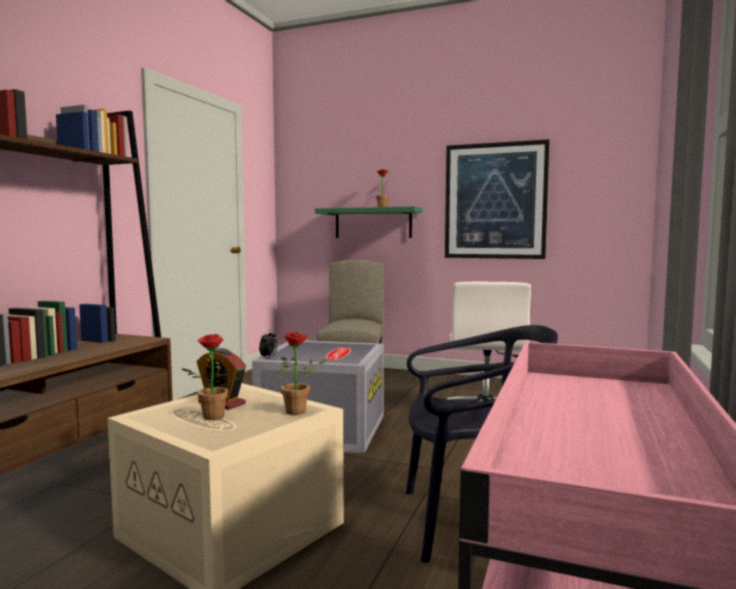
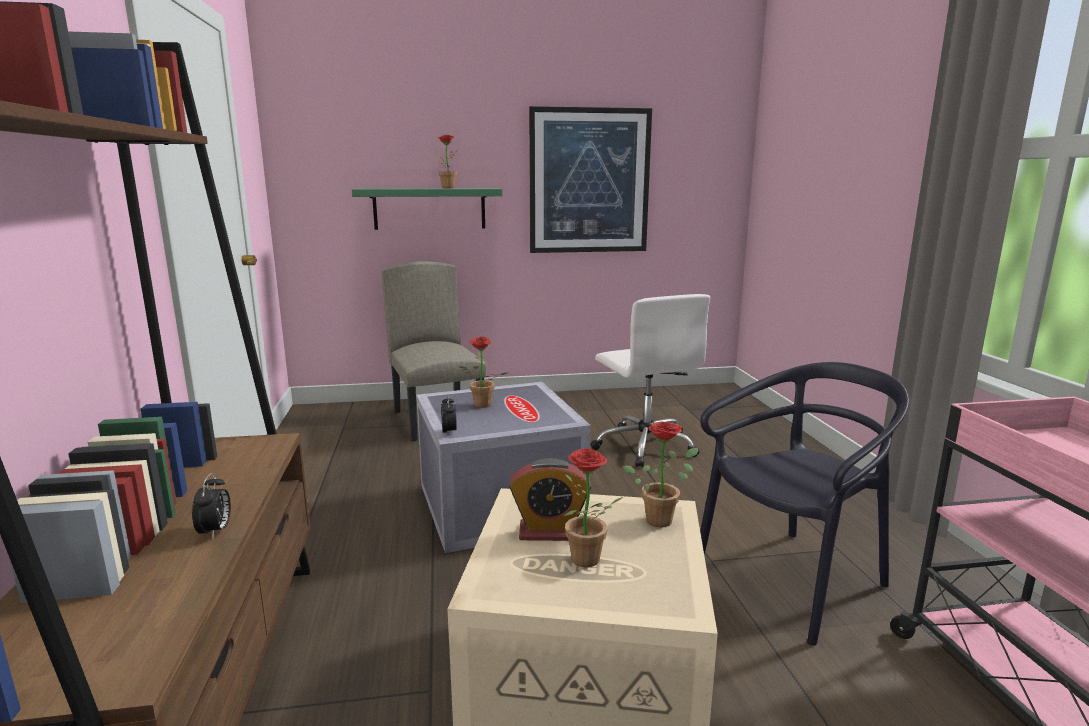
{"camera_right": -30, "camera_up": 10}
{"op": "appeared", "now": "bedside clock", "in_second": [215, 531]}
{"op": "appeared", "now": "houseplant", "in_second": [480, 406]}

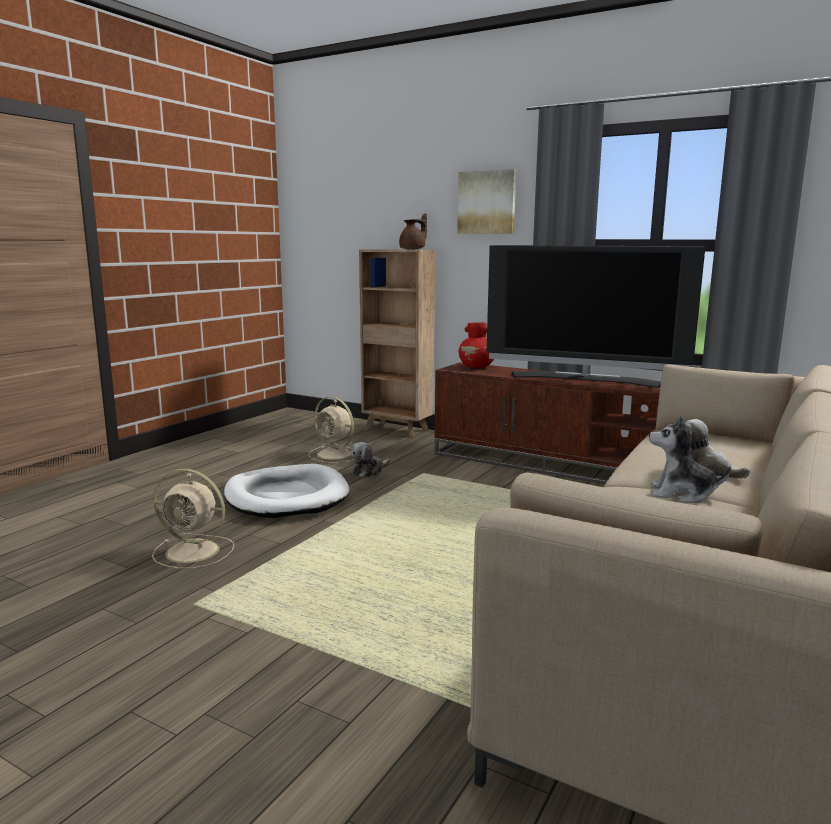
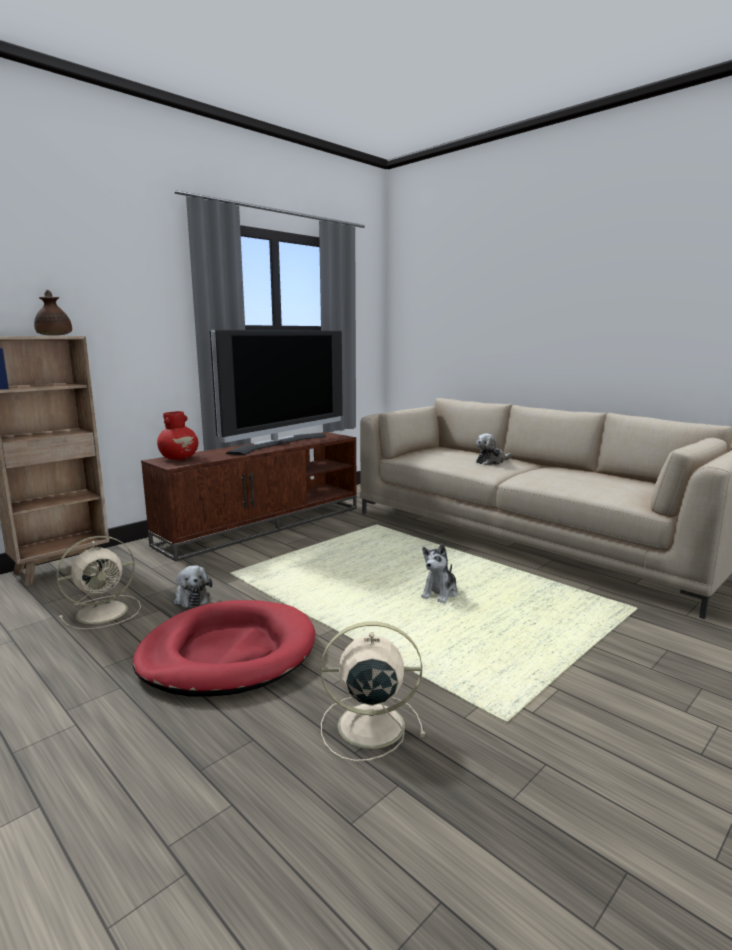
{"camera_right": -75, "camera_up": 0}
{"op": "colour", "was": "white-coloured pet bed", "now": "reddish pet bed", "in_first": [286, 497], "in_second": [228, 653]}
{"op": "spun", "was": "sand-coloured cooling fan", "in_first": [195, 552], "in_second": [368, 725], "clockwise": -120}
{"op": "relocated", "was": "soft toy", "in_first": [681, 494], "in_second": [440, 594]}
{"op": "missing", "was": "picture", "in_first": [487, 202]}

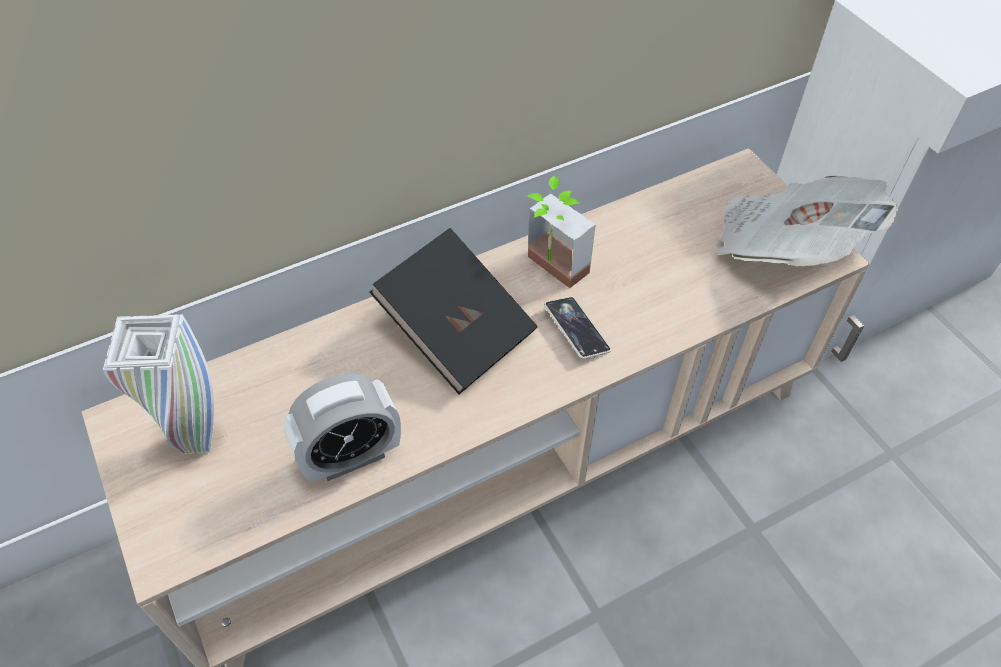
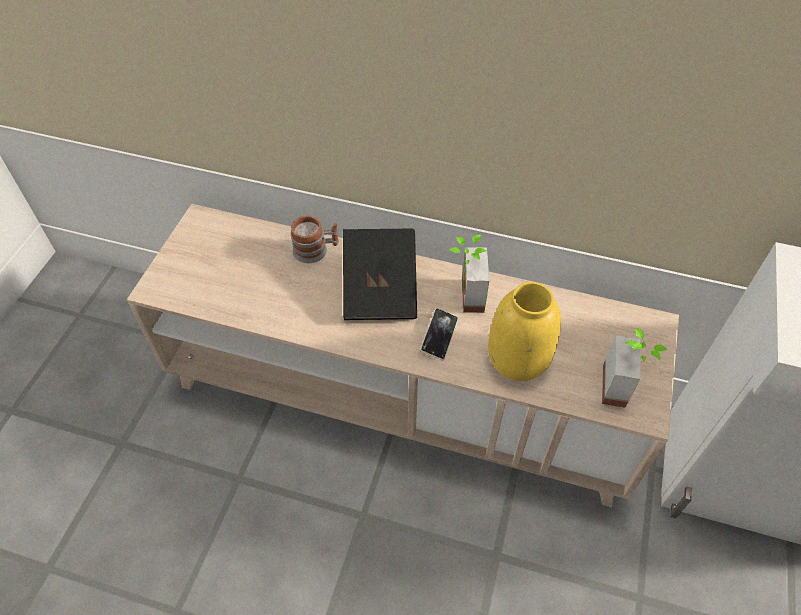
{"camera_right": 45, "camera_up": 0}
{"op": "appeared", "now": "coffee mug", "in_second": [316, 250]}
{"op": "appeared", "now": "yellow decorative vase", "in_second": [519, 360]}
{"op": "exchanged", "was": "newspaper", "now": "houseplant", "in_first": [786, 246], "in_second": [624, 387]}
{"op": "missing", "was": "white-coloured decorative vase", "in_first": [197, 441]}
{"op": "missing", "was": "bedside clock", "in_first": [351, 457]}

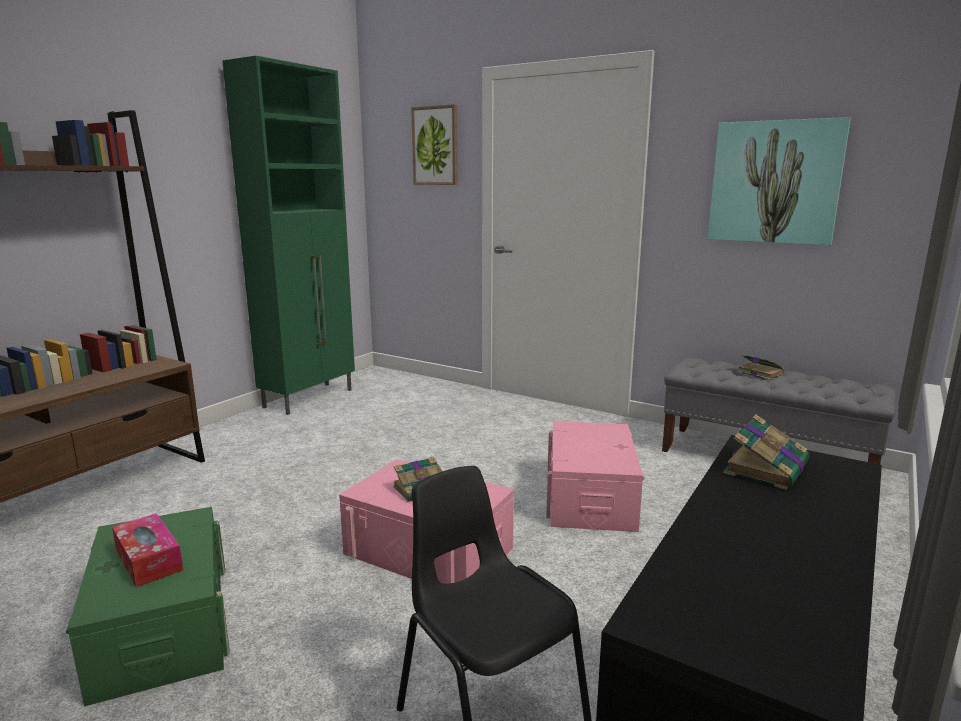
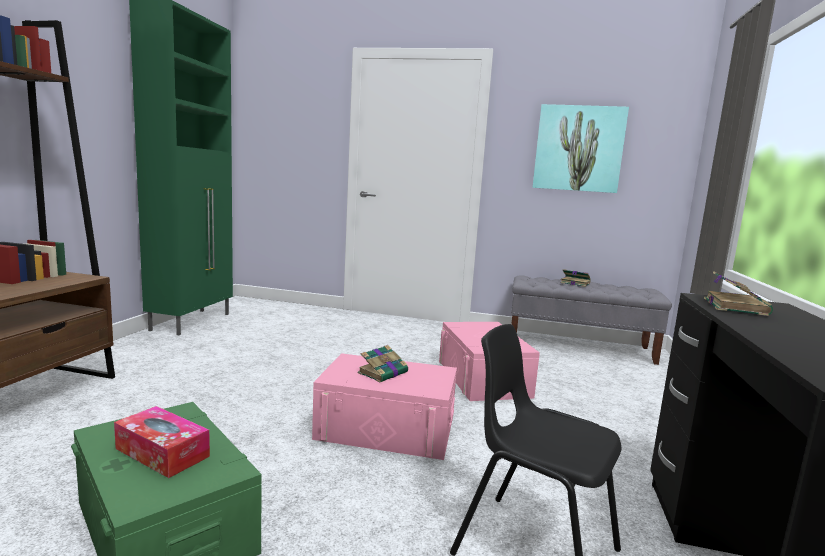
{"camera_right": -20, "camera_up": -5}
{"op": "missing", "was": "picture", "in_first": [435, 146]}

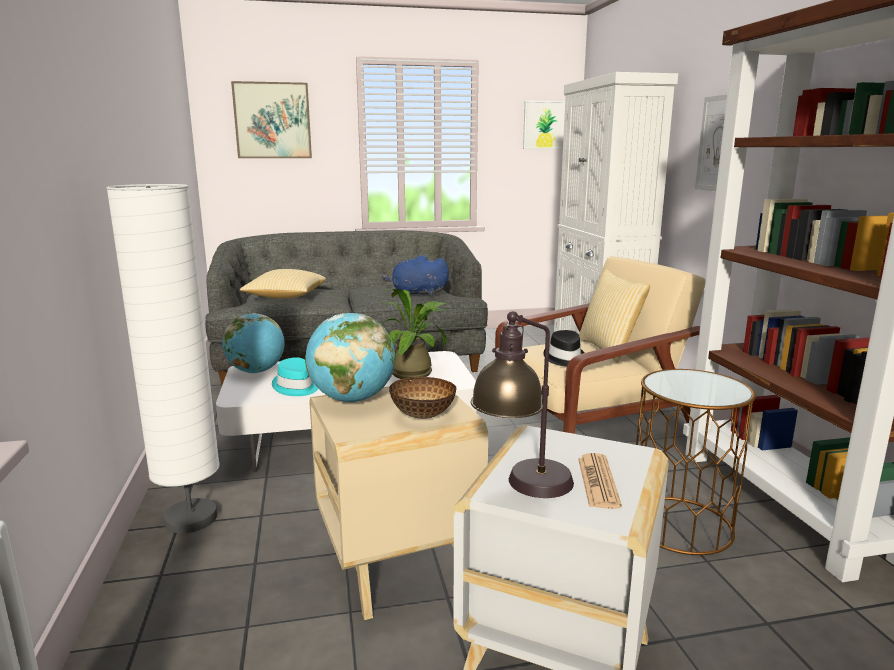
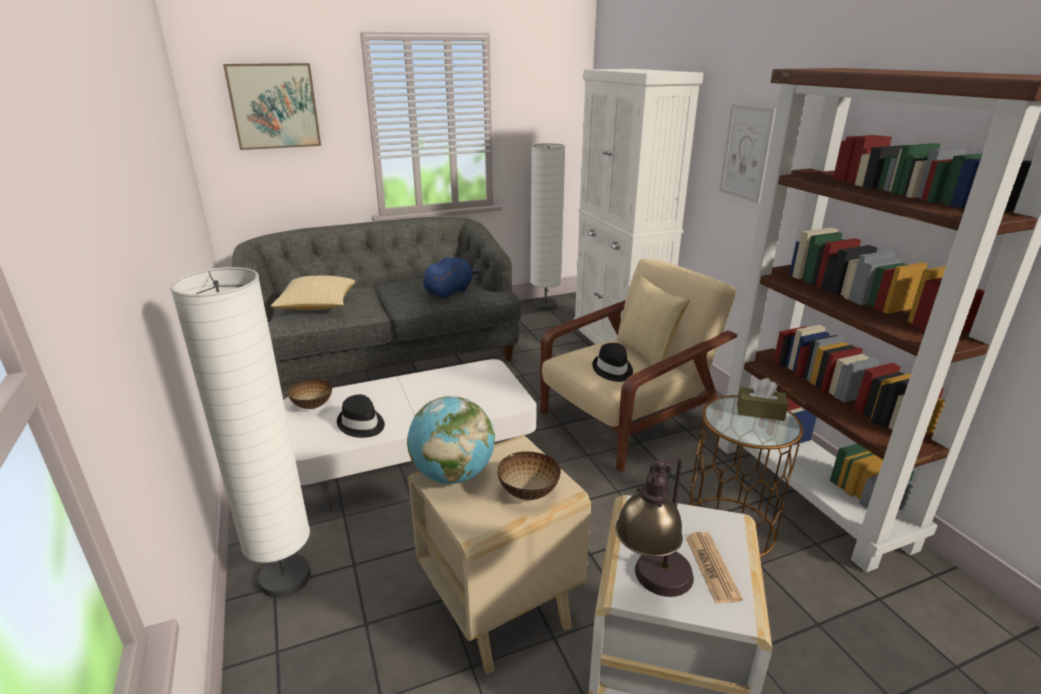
{"camera_right": -10, "camera_up": 10}
{"op": "exchanged", "was": "desk globe", "now": "deep dish", "in_first": [256, 372], "in_second": [313, 405]}
{"op": "colour", "was": "turquoise clothing hat", "now": "black-coloured clothing hat", "in_first": [296, 387], "in_second": [361, 424]}
{"op": "spun", "was": "bluish soft toy", "in_first": [417, 294], "in_second": [450, 292], "clockwise": 135}
{"op": "appeared", "now": "white-coloured standing lamp", "in_second": [545, 306]}
{"op": "appeared", "now": "brown box of tissues", "in_second": [760, 411]}
{"op": "missing", "was": "houseplant", "in_first": [416, 373]}
{"op": "missing", "was": "picture", "in_first": [545, 125]}

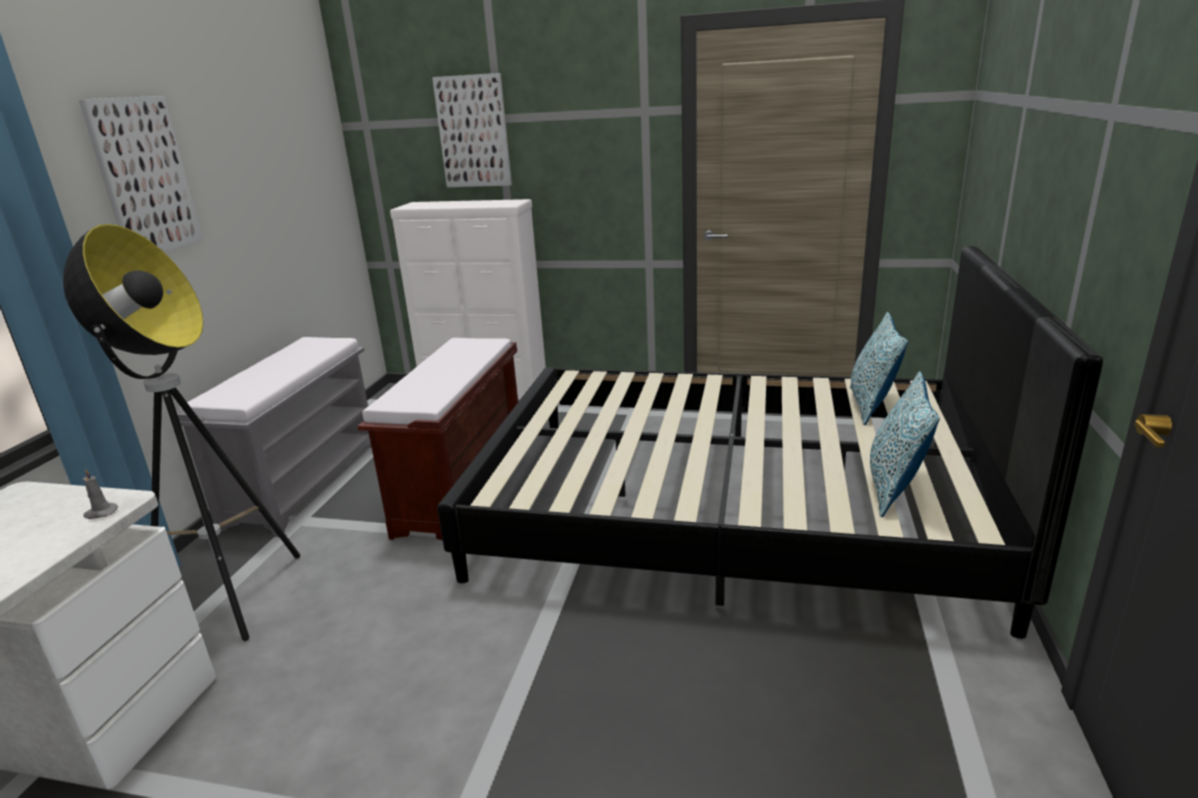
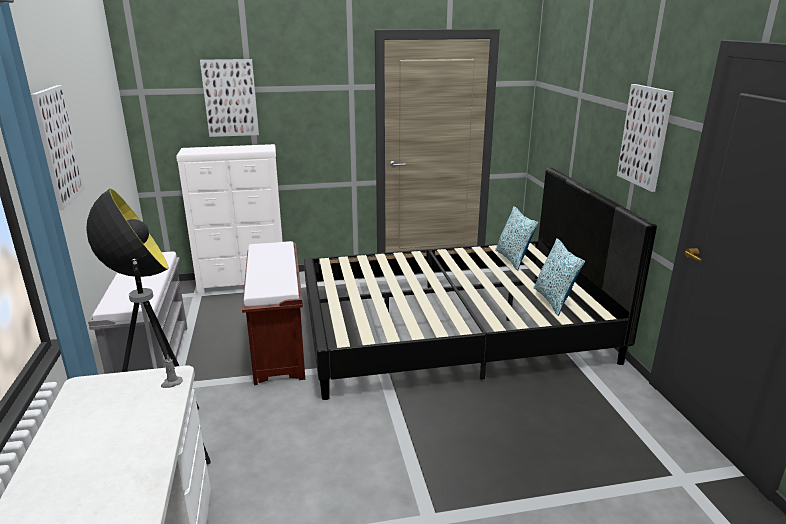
{"camera_right": -25, "camera_up": 0}
{"op": "appeared", "now": "picture", "in_second": [644, 136]}

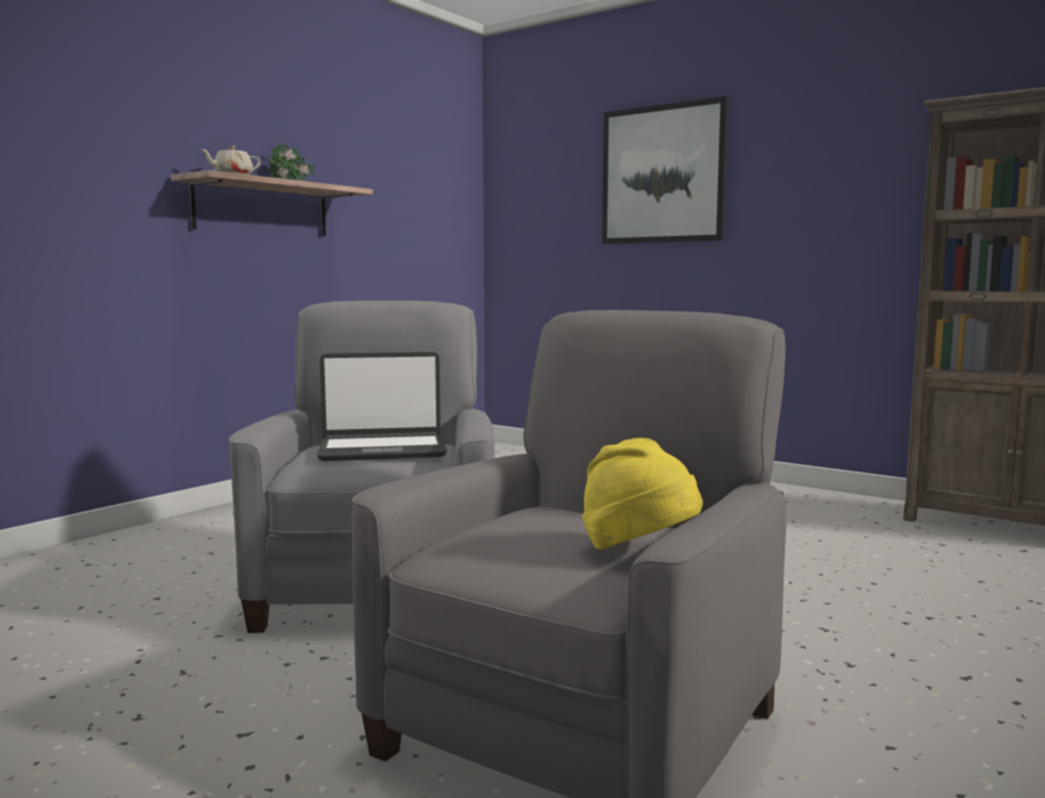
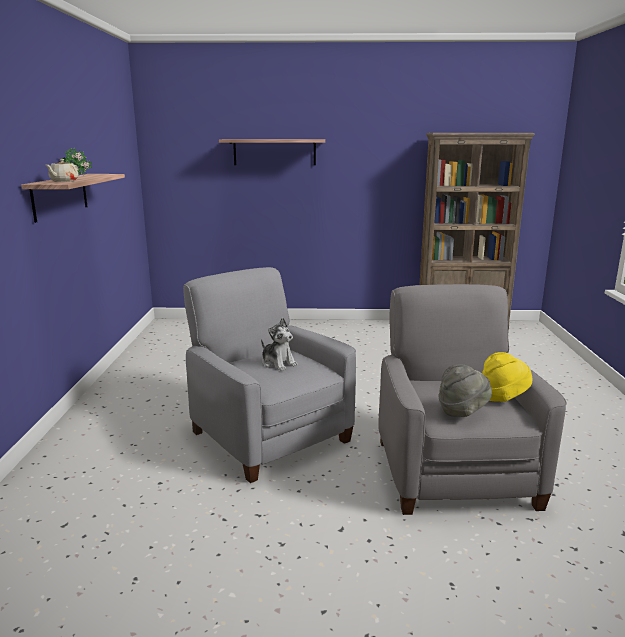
{"camera_right": -35, "camera_up": 10}
{"op": "exchanged", "was": "picture", "now": "bracket shelf", "in_first": [663, 174], "in_second": [274, 152]}
{"op": "exchanged", "was": "notebook computer", "now": "soft toy", "in_first": [382, 450], "in_second": [278, 363]}
{"op": "appeared", "now": "grey clothing hat", "in_second": [462, 411]}

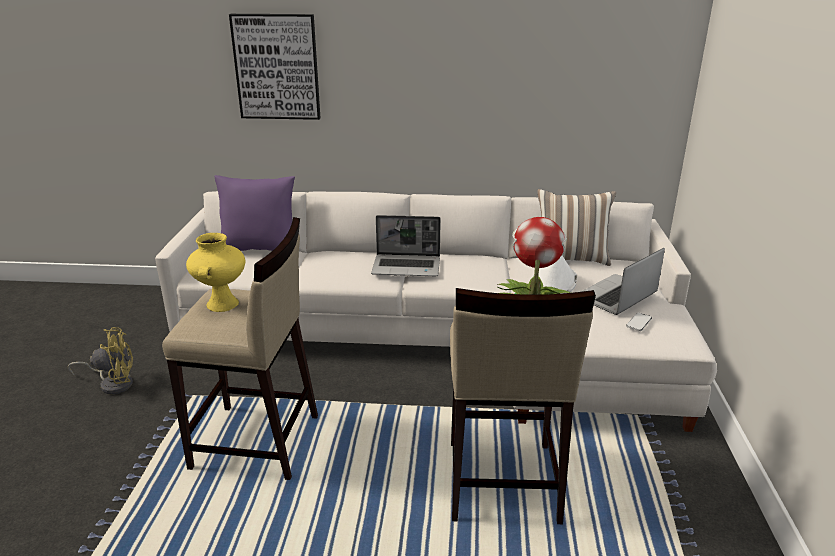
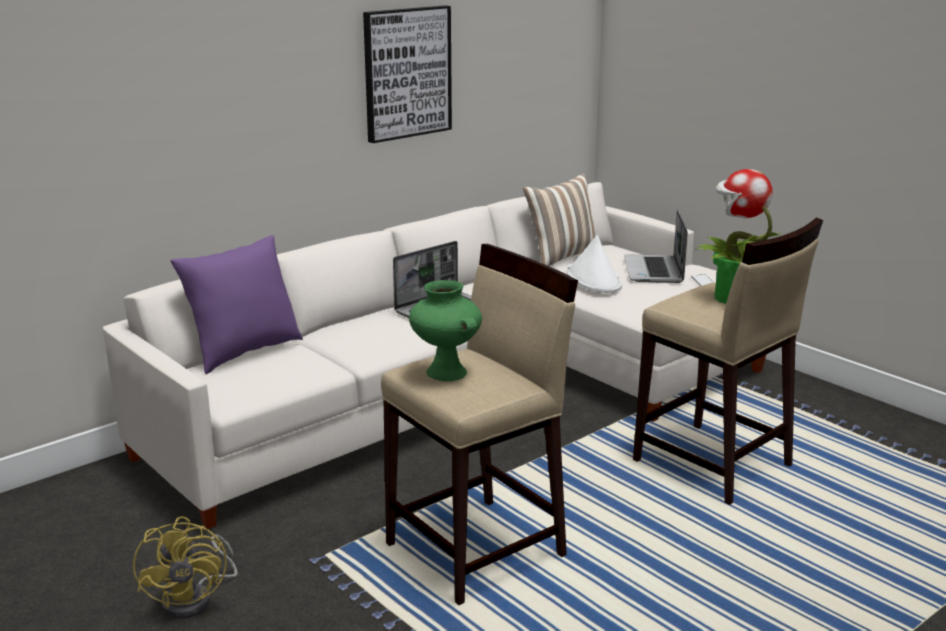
{"camera_right": -45, "camera_up": -5}
{"op": "spun", "was": "yellow cooling fan", "in_first": [113, 383], "in_second": [195, 599], "clockwise": 135}
{"op": "relocated", "was": "picture", "in_first": [277, 67], "in_second": [407, 73]}
{"op": "colour", "was": "yellow decorative vase", "now": "greenish decorative vase", "in_first": [222, 303], "in_second": [445, 372]}

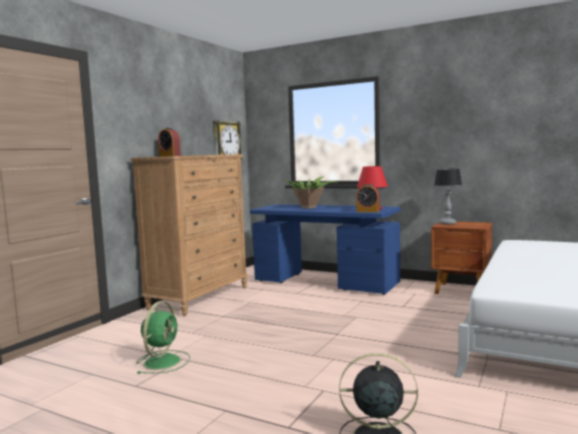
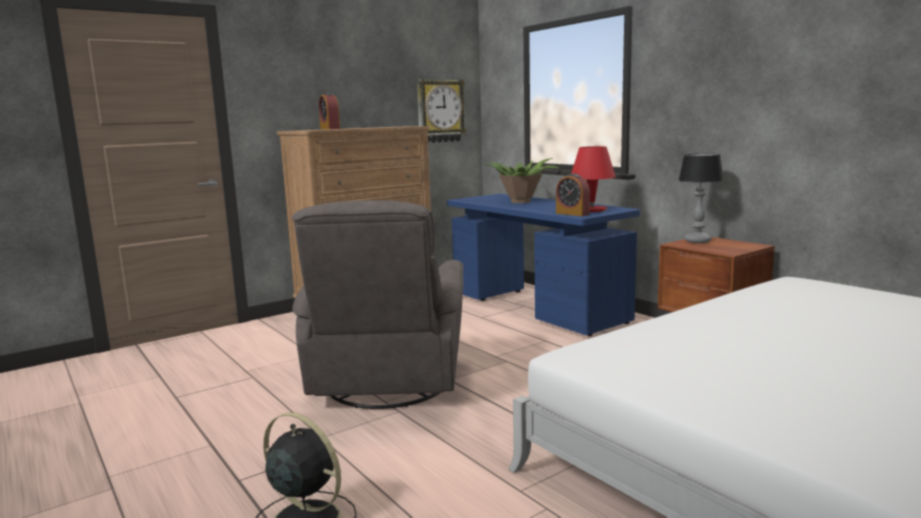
{"camera_right": 25, "camera_up": 5}
{"op": "appeared", "now": "grey lounge chair", "in_second": [386, 387]}
{"op": "missing", "was": "greenish cooling fan", "in_first": [163, 361]}

